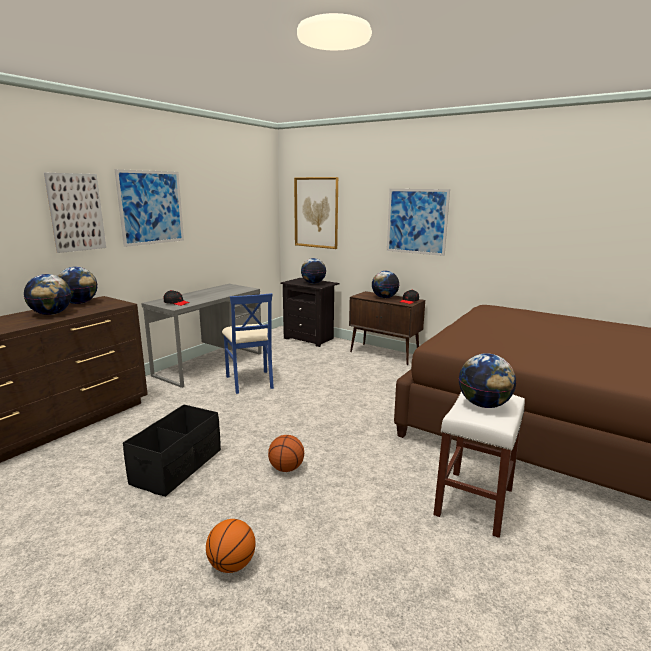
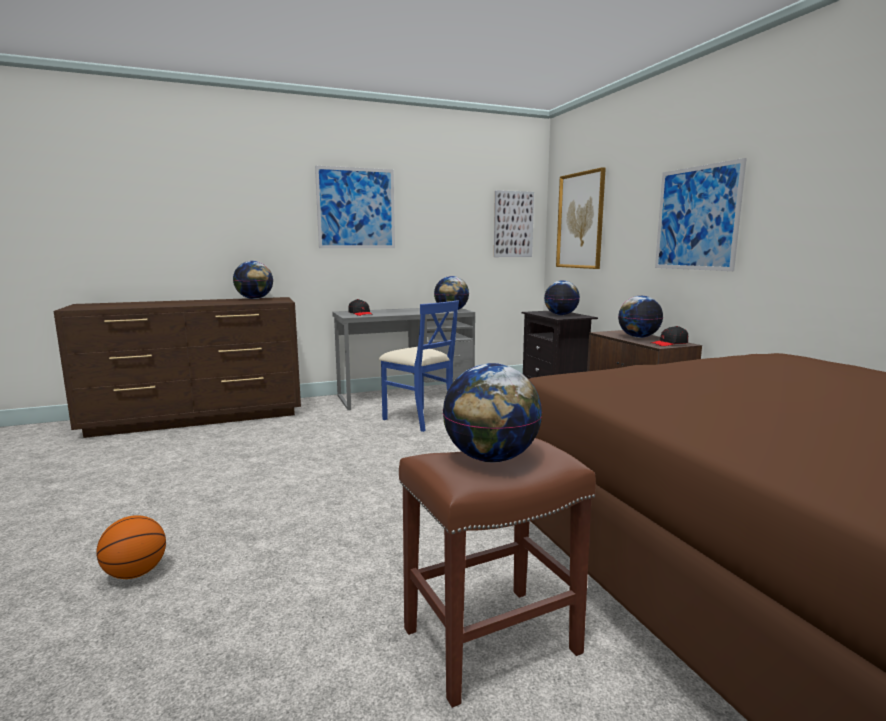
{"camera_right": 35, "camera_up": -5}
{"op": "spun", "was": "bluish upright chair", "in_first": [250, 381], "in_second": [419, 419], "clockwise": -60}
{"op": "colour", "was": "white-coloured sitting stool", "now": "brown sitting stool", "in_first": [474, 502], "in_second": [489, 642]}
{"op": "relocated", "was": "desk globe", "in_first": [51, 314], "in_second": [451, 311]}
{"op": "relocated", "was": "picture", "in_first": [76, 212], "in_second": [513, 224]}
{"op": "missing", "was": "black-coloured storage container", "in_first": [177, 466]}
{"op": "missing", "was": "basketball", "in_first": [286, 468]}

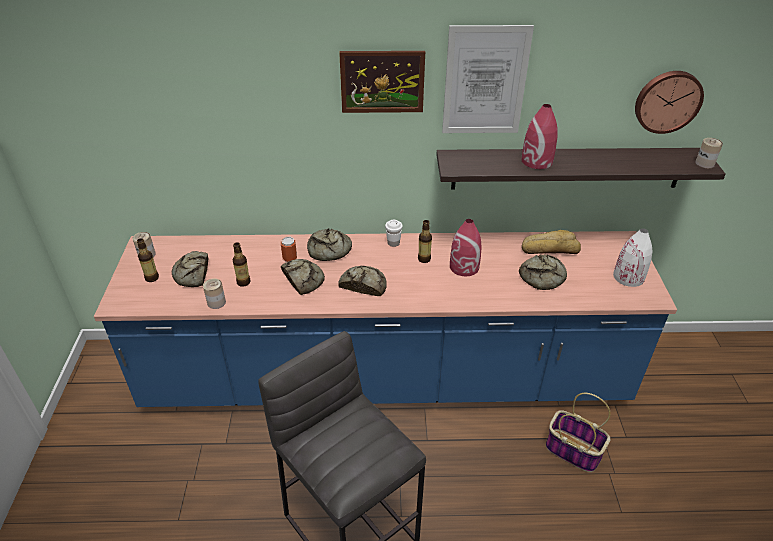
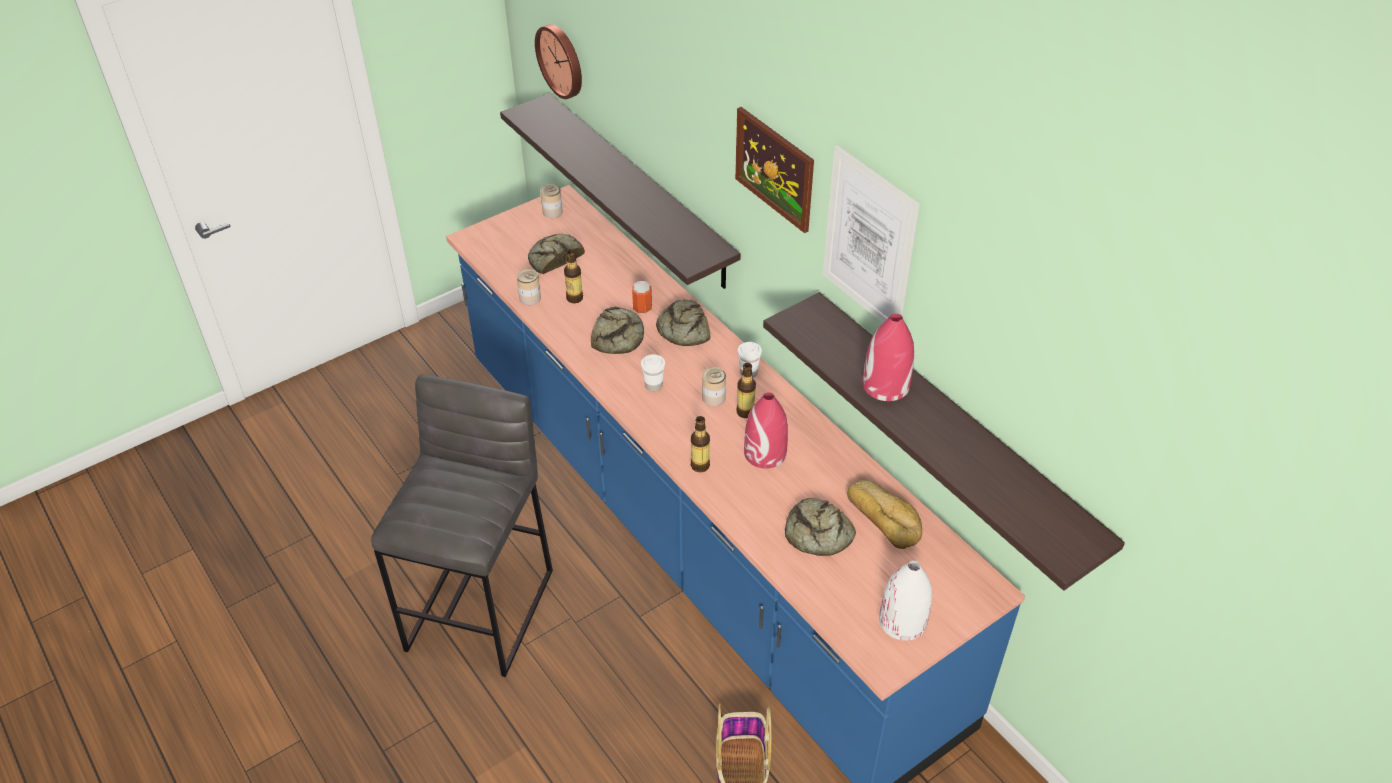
{"camera_right": 55, "camera_up": 5}
{"op": "appeared", "now": "bracket shelf", "in_second": [639, 190]}
{"op": "relocated", "was": "clock on the wall", "in_first": [667, 101], "in_second": [562, 60]}
{"op": "exchanged", "was": "baked bread", "now": "white-coloured small cup", "in_first": [363, 284], "in_second": [653, 385]}
{"op": "relocated", "was": "drink bottle", "in_first": [152, 278], "in_second": [700, 465]}
{"op": "relocated", "was": "sealed can", "in_first": [704, 163], "in_second": [713, 397]}

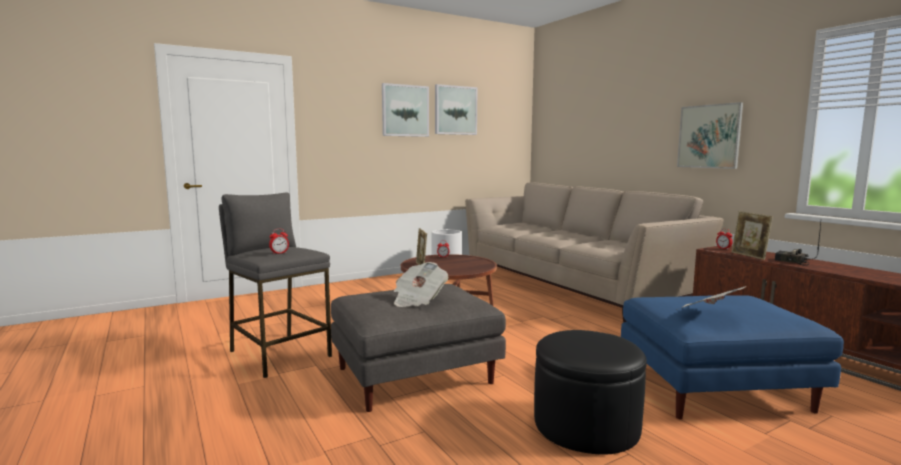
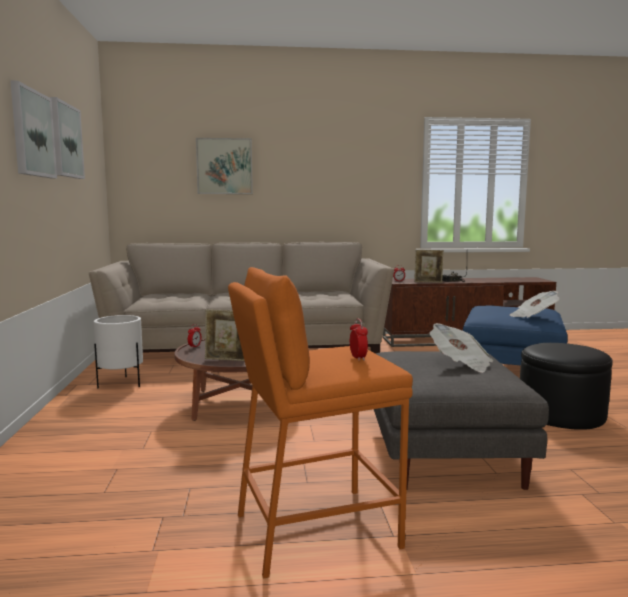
{"camera_right": -65, "camera_up": 0}
{"op": "relocated", "was": "picture", "in_first": [709, 136], "in_second": [224, 166]}
{"op": "colour", "was": "grey sitting stool", "now": "orangey sitting stool", "in_first": [279, 353], "in_second": [315, 529]}

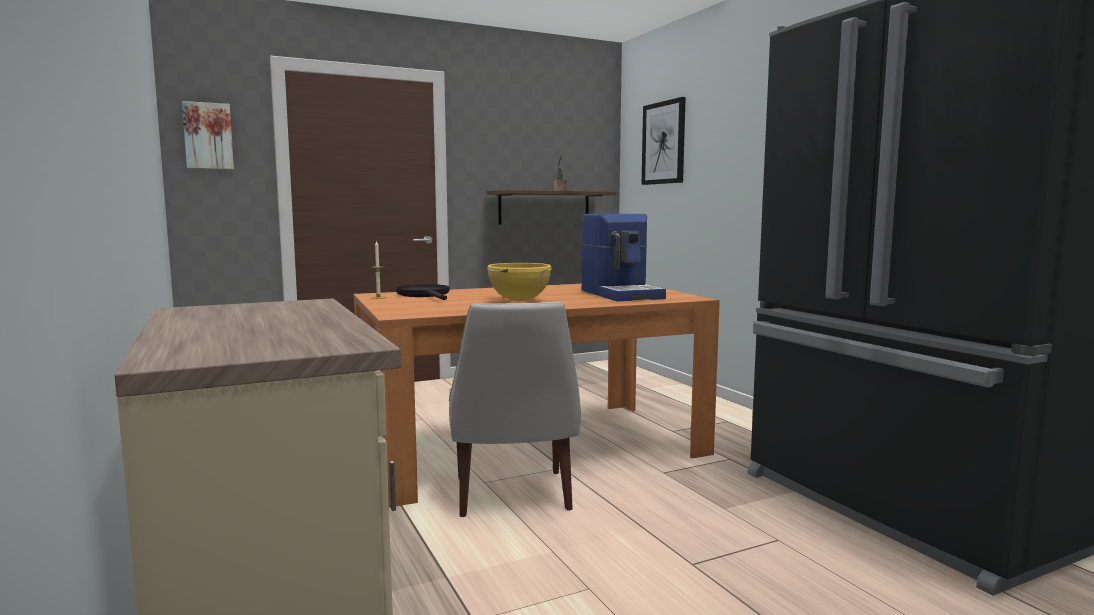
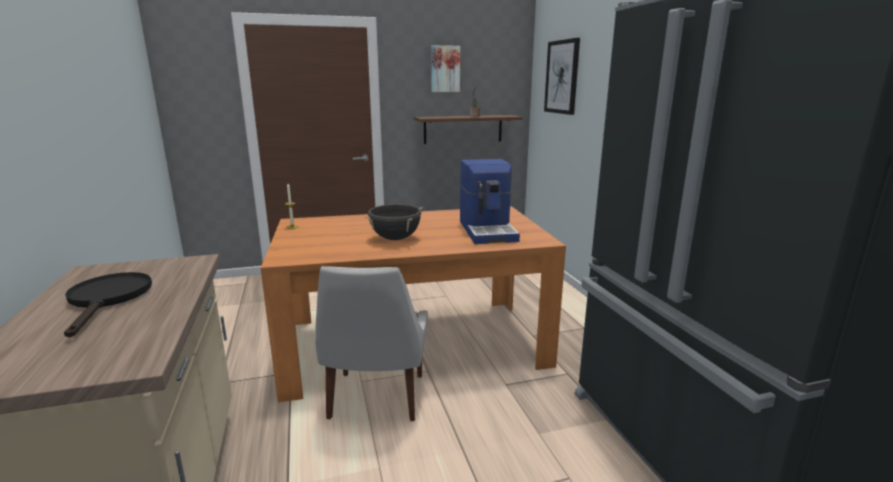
{"camera_right": 10, "camera_up": 10}
{"op": "relocated", "was": "black-coloured skillet", "in_first": [425, 295], "in_second": [108, 299]}
{"op": "colour", "was": "yellow saucepot", "now": "black-coloured saucepot", "in_first": [519, 301], "in_second": [395, 239]}
{"op": "relocated", "was": "picture", "in_first": [208, 136], "in_second": [445, 69]}

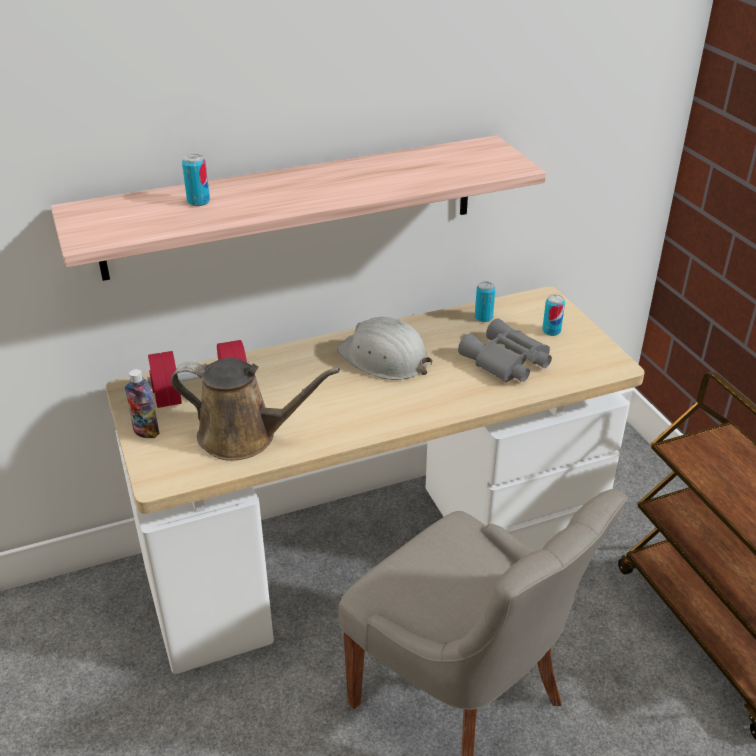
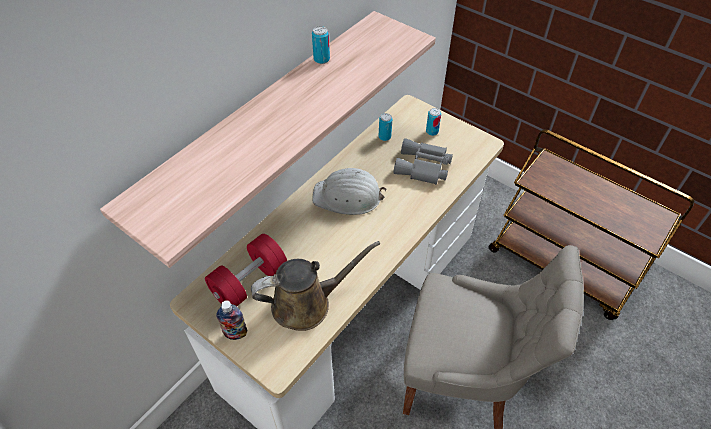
{"camera_right": -30, "camera_up": 15}
{"op": "relocated", "was": "sealed can", "in_first": [198, 201], "in_second": [321, 59]}

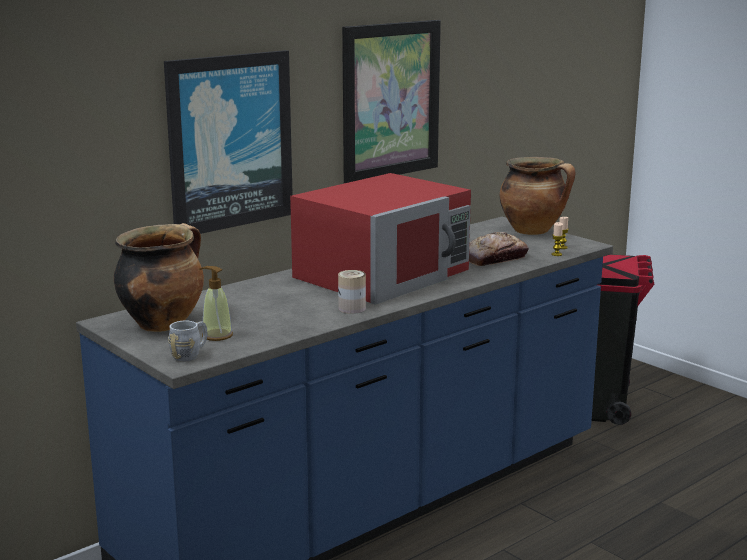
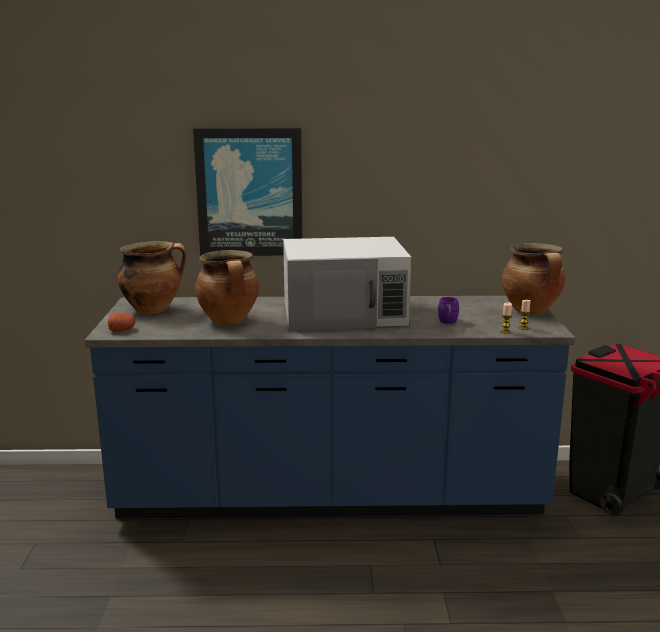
{"camera_right": 40, "camera_up": 0}
{"op": "exchanged", "was": "grey coffee mug", "now": "potato", "in_first": [190, 354], "in_second": [122, 330]}
{"op": "appeared", "now": "saucepot", "in_second": [229, 321]}
{"op": "colour", "was": "reddish kitchen microwave", "now": "white-coloured kitchen microwave", "in_first": [383, 273], "in_second": [344, 313]}
{"op": "exchanged", "was": "baked bread", "now": "purple-coloured coffee mug", "in_first": [494, 258], "in_second": [448, 322]}
{"op": "missing", "was": "soap bottle", "in_first": [217, 336]}
{"op": "missing", "was": "sealed can", "in_first": [352, 308]}
{"op": "missing", "was": "picture", "in_first": [391, 100]}

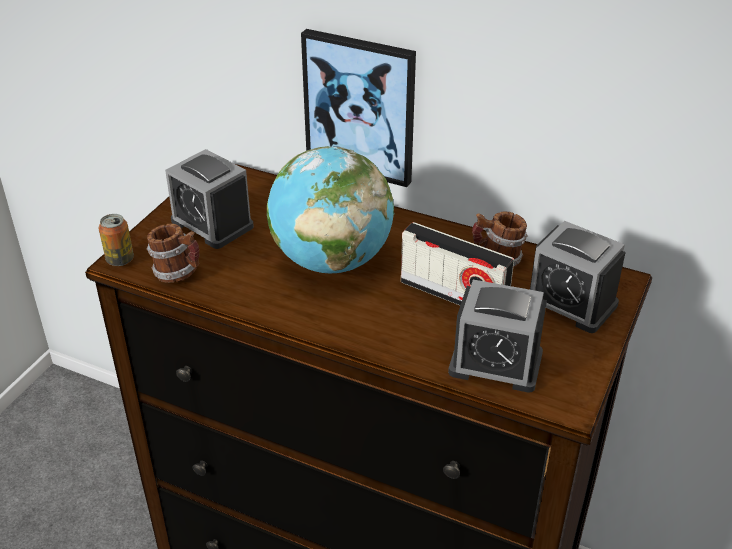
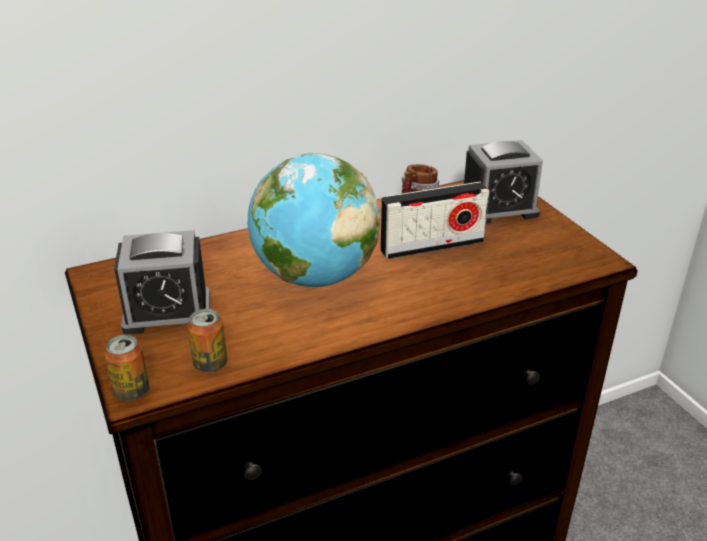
{"camera_right": -50, "camera_up": -5}
{"op": "exchanged", "was": "coffee mug", "now": "sealed can", "in_first": [178, 273], "in_second": [210, 364]}
{"op": "missing", "was": "picture", "in_first": [360, 107]}
{"op": "missing", "was": "bedside clock", "in_first": [495, 363]}

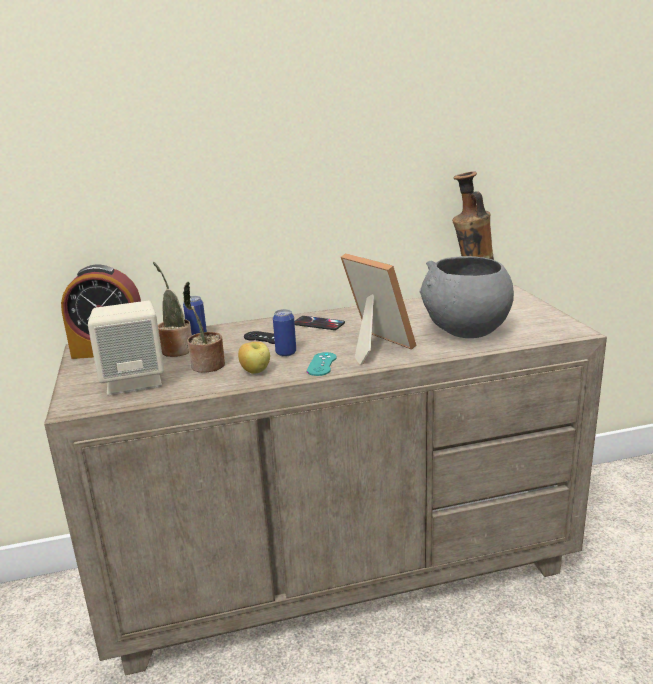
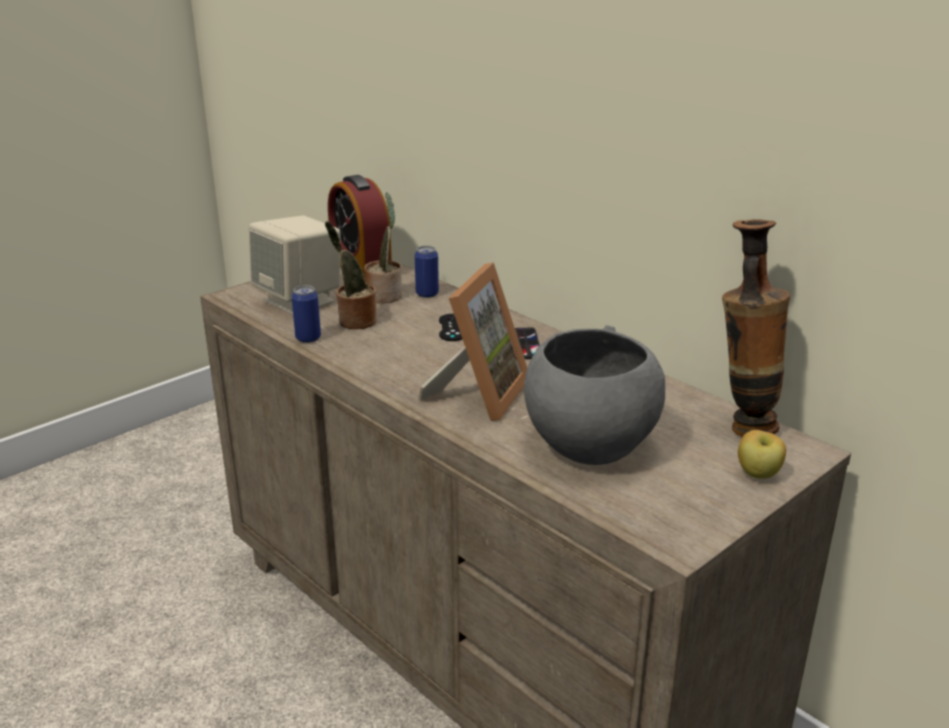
{"camera_right": 60, "camera_up": 5}
{"op": "relocated", "was": "sealed can", "in_first": [286, 353], "in_second": [308, 338]}
{"op": "relocated", "was": "whole apple", "in_first": [256, 372], "in_second": [758, 475]}
{"op": "missing", "was": "turquoise gamepad", "in_first": [322, 364]}

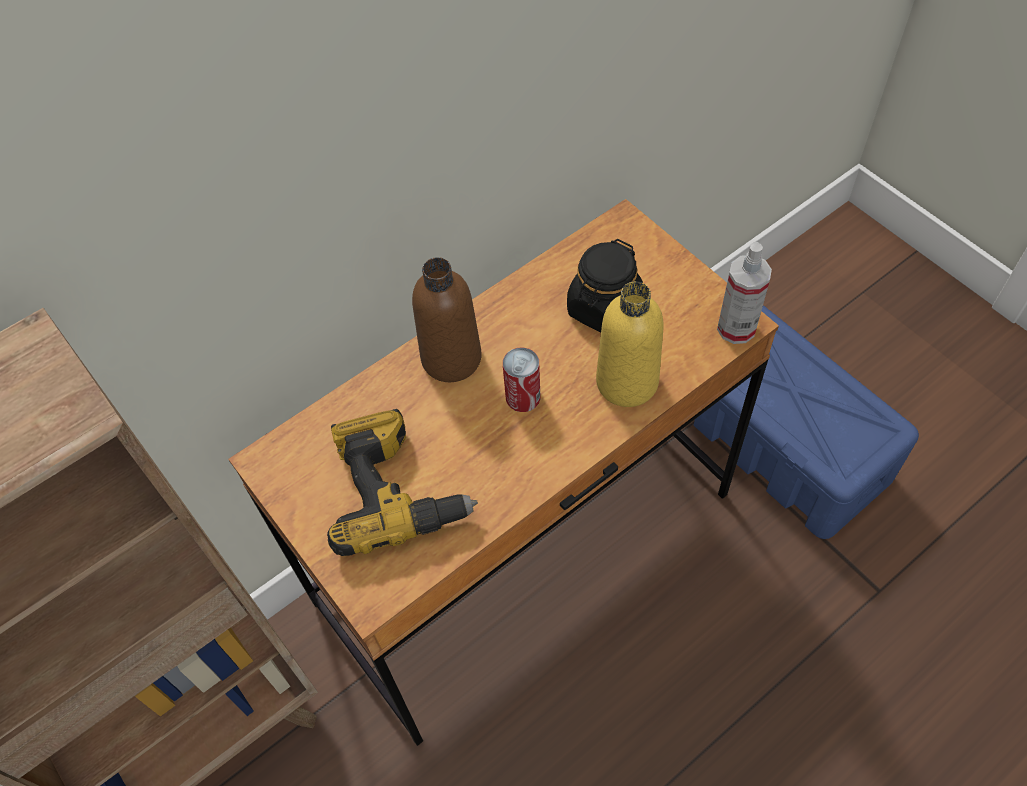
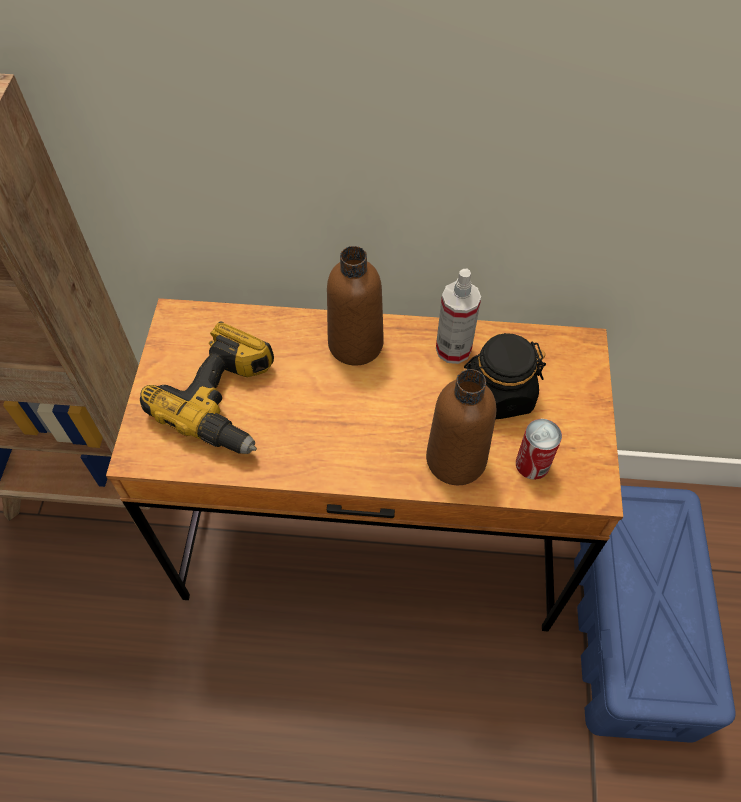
{"camera_right": 40, "camera_up": 0}
{"op": "colour", "was": "yellow drink bottle", "now": "brown drink bottle", "in_first": [627, 382], "in_second": [456, 459]}
{"op": "relocated", "was": "hand sprayer", "in_first": [736, 328], "in_second": [453, 349]}
{"op": "relocated", "was": "sealed can", "in_first": [523, 397], "in_second": [532, 464]}

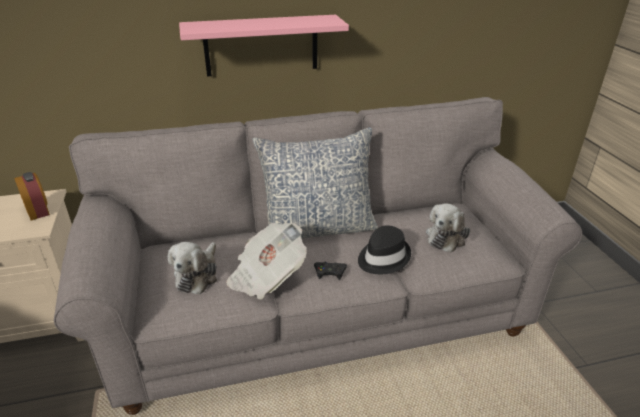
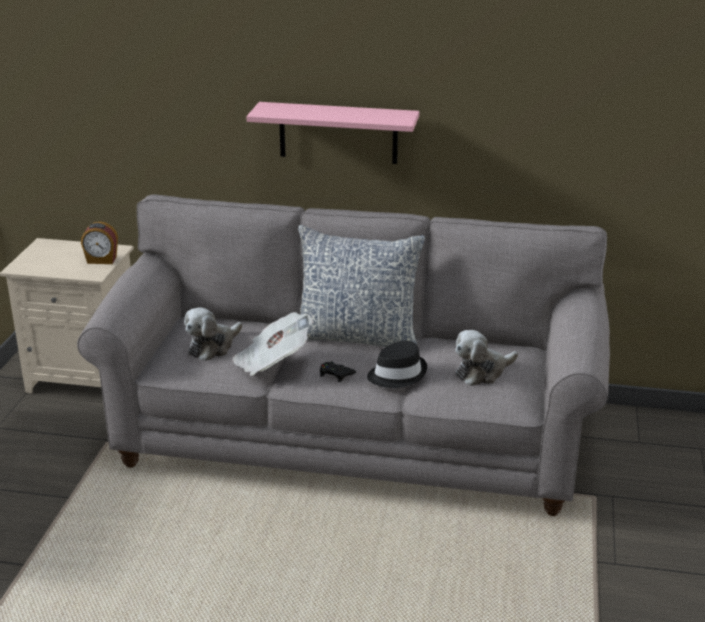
{"camera_right": 25, "camera_up": -5}
{"op": "spun", "was": "bedside clock", "in_first": [38, 211], "in_second": [101, 260], "clockwise": 105}

